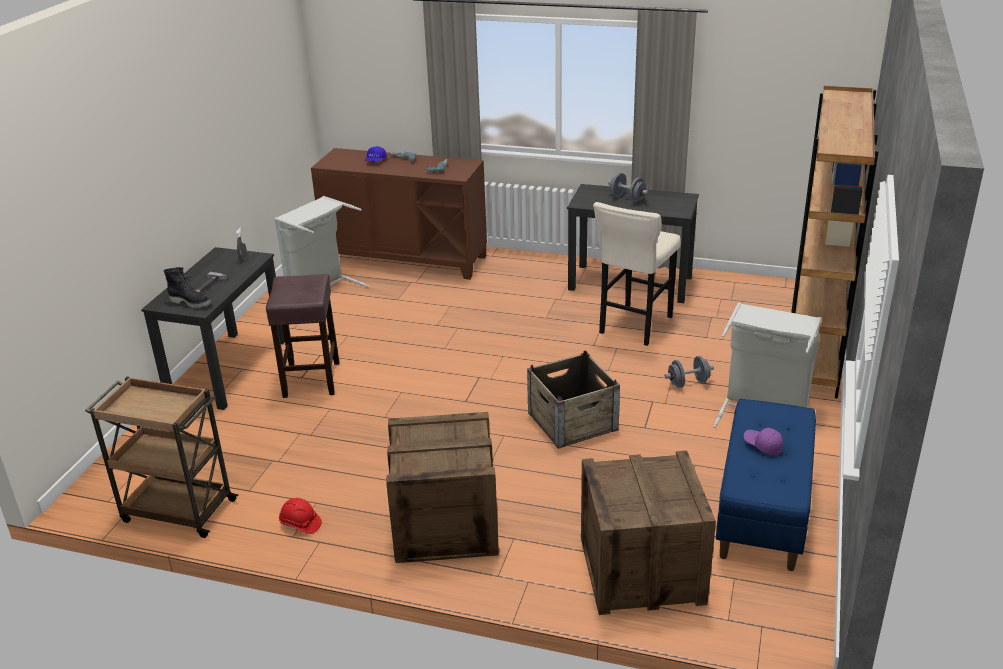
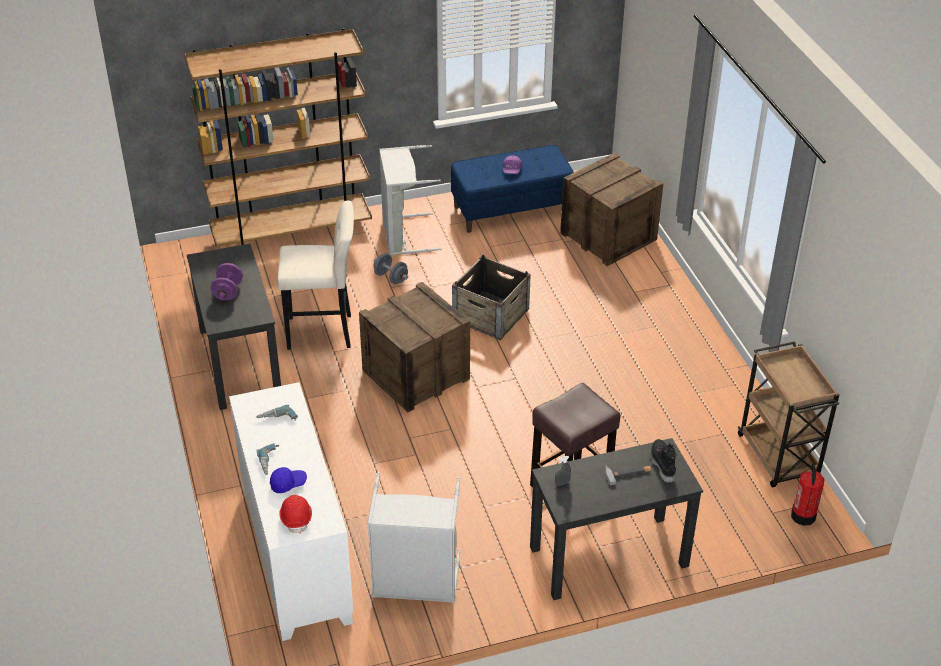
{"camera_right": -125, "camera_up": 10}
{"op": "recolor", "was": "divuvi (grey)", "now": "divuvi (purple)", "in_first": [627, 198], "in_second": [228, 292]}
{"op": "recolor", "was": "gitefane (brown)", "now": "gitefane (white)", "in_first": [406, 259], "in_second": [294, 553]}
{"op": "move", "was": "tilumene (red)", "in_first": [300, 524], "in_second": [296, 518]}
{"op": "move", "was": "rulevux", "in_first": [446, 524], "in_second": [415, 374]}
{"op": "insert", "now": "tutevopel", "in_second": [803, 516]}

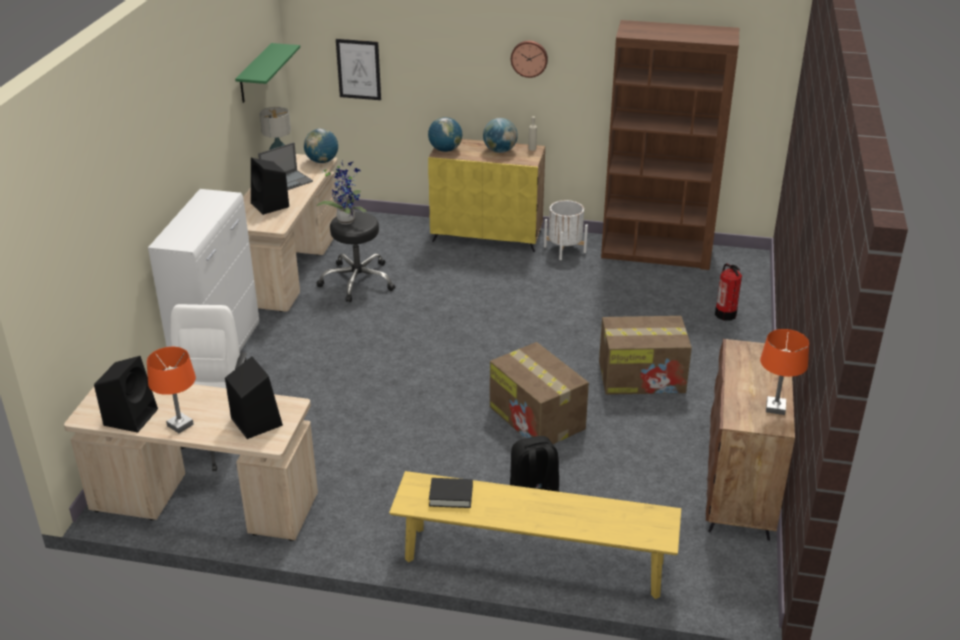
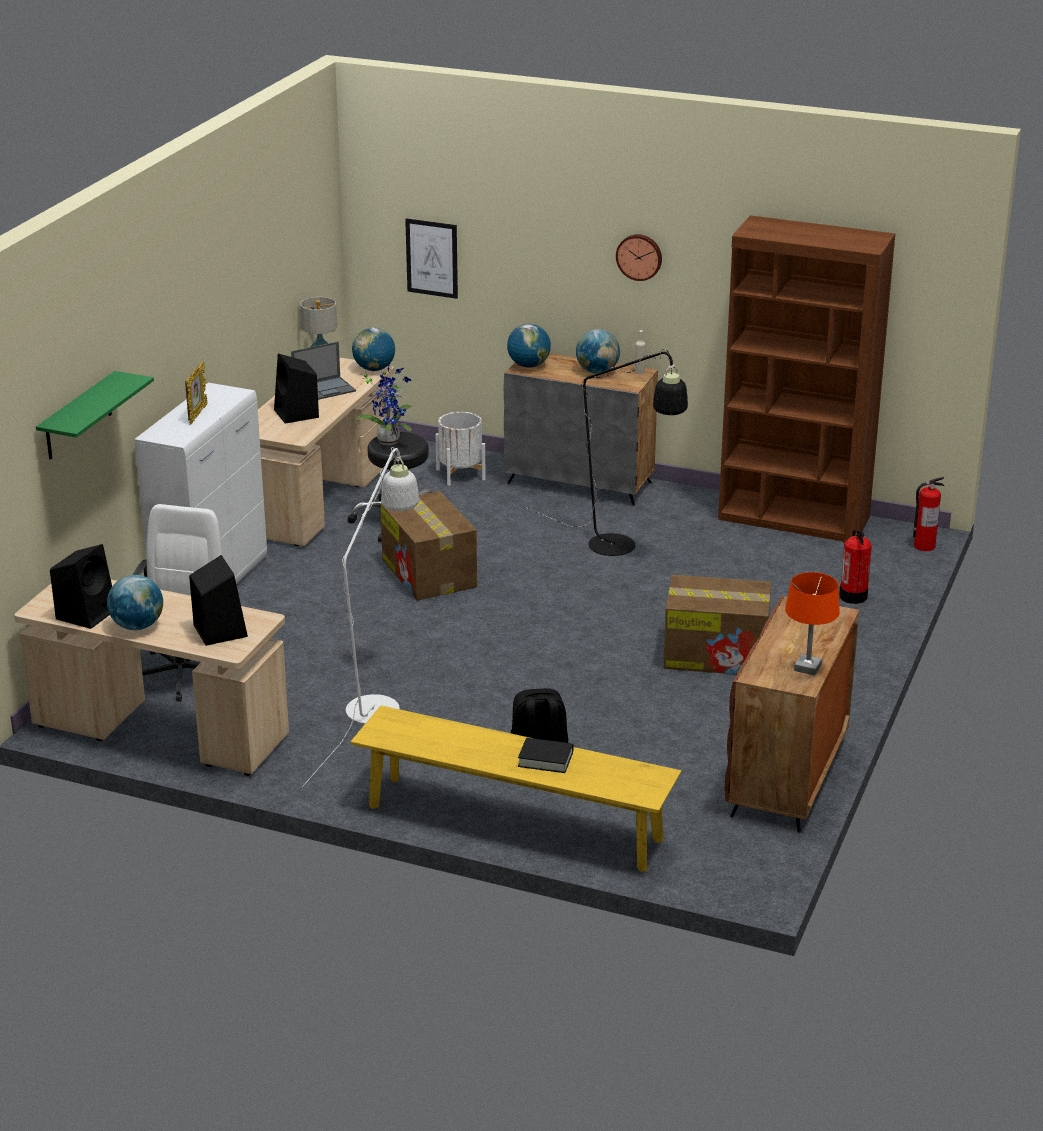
{"camera_right": 10, "camera_up": -5}
{"op": "move", "was": "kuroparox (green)", "in_first": [255, 74], "in_second": [78, 417]}
{"op": "replace", "was": "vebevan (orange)", "now": "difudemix", "in_first": [180, 425], "in_second": [137, 626]}
{"op": "insert", "now": "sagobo", "in_second": [197, 415]}
{"op": "insert", "now": "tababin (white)", "in_second": [378, 702]}
{"op": "move", "was": "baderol", "in_first": [538, 418], "in_second": [429, 574]}
{"op": "move", "was": "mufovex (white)", "in_first": [564, 249], "in_second": [460, 474]}
{"op": "recolor", "was": "gitefane (yellow)", "now": "gitefane (grey)", "in_first": [487, 236], "in_second": [580, 483]}
{"op": "insert", "now": "tababin (black)", "in_second": [622, 548]}
{"op": "move", "was": "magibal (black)", "in_first": [451, 496], "in_second": [545, 759]}
{"op": "insert", "now": "tutevopel", "in_second": [924, 546]}

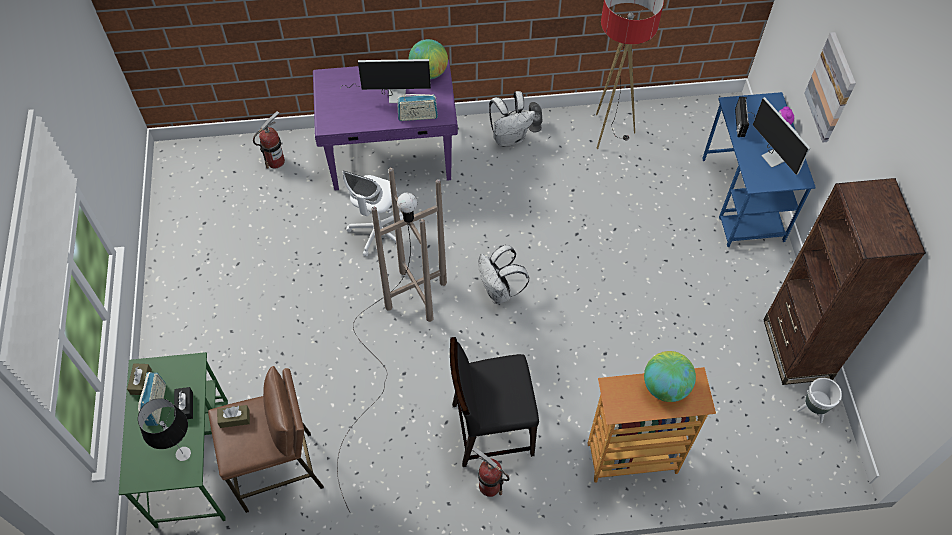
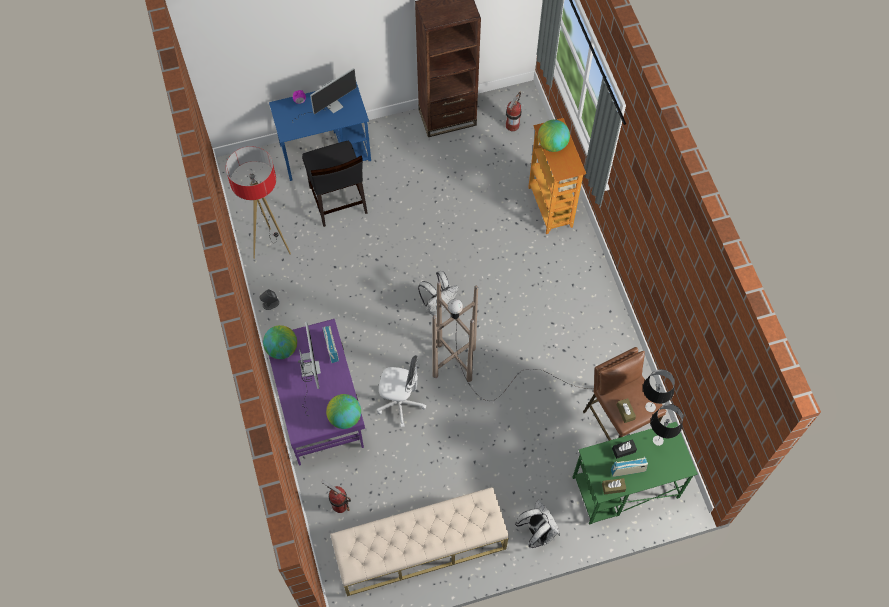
{"camera_right": -100, "camera_up": 5}
{"op": "move", "was": "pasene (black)", "in_first": [491, 429], "in_second": [338, 201]}
{"op": "insert", "now": "difudemix", "in_second": [345, 417]}
{"op": "insert", "now": "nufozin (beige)", "in_second": [420, 548]}
{"op": "move", "was": "tutevopel", "in_first": [489, 486], "in_second": [512, 125]}
{"op": "move", "was": "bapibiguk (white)", "in_first": [509, 138], "in_second": [537, 532]}
{"op": "insert", "now": "vebevan", "in_second": [650, 406]}
{"op": "delete", "was": "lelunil", "in_first": [738, 123]}
{"op": "delete", "was": "mufovex (white)", "in_first": [811, 410]}
{"op": "delete", "was": "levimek", "in_first": [831, 88]}

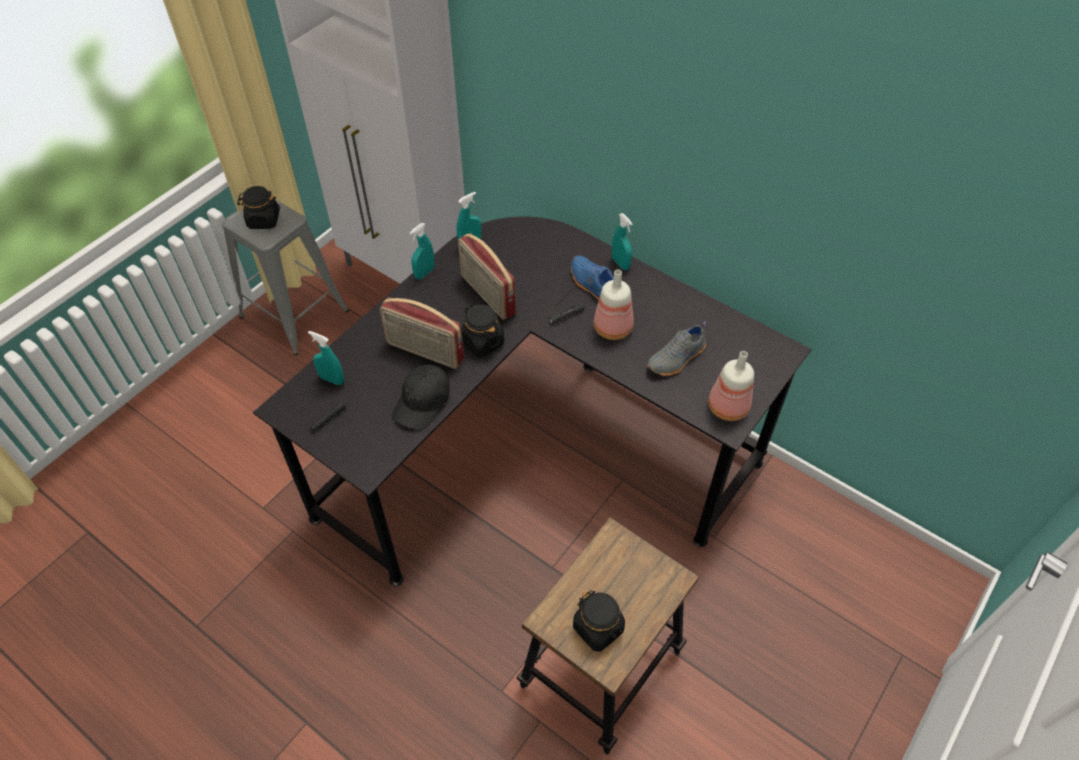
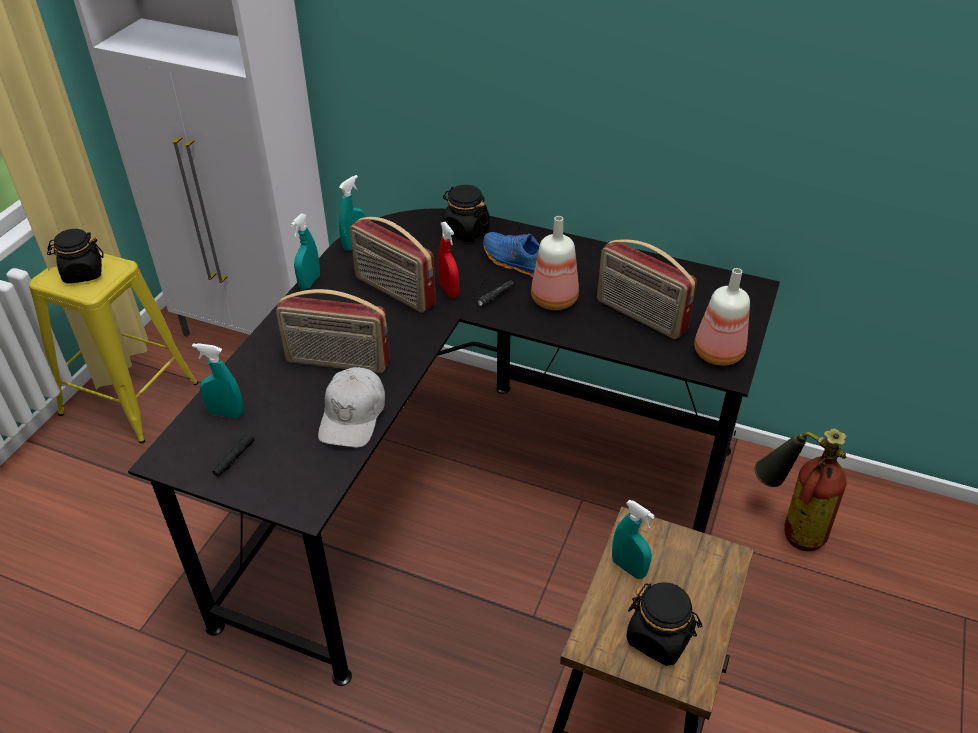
{"camera_right": -15, "camera_up": -10}
{"op": "recolor", "was": "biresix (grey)", "now": "biresix (yellow)", "in_first": [294, 313], "in_second": [129, 398]}
{"op": "recolor", "was": "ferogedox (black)", "now": "ferogedox (white)", "in_first": [423, 402], "in_second": [353, 416]}
{"op": "insert", "now": "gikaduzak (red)", "in_second": [449, 290]}
{"op": "move", "was": "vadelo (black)", "in_first": [482, 342], "in_second": [465, 231]}
{"op": "replace", "was": "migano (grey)", "now": "lelunil", "in_first": [677, 359], "in_second": [639, 316]}
{"op": "move", "was": "gikaduzak (turquoise)", "in_first": [620, 263], "in_second": [628, 568]}
{"op": "insert", "now": "tutevopel", "in_second": [788, 526]}

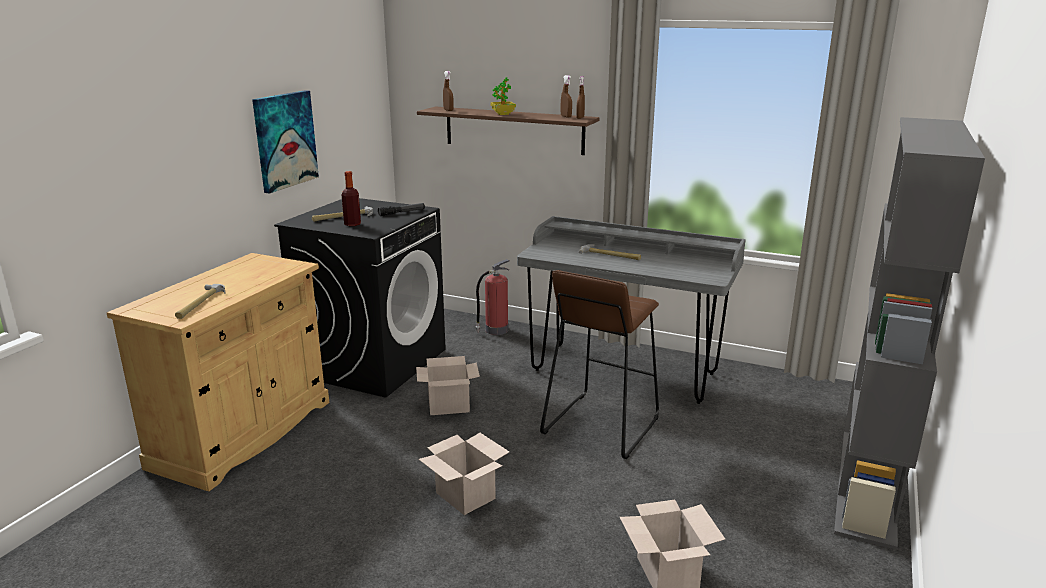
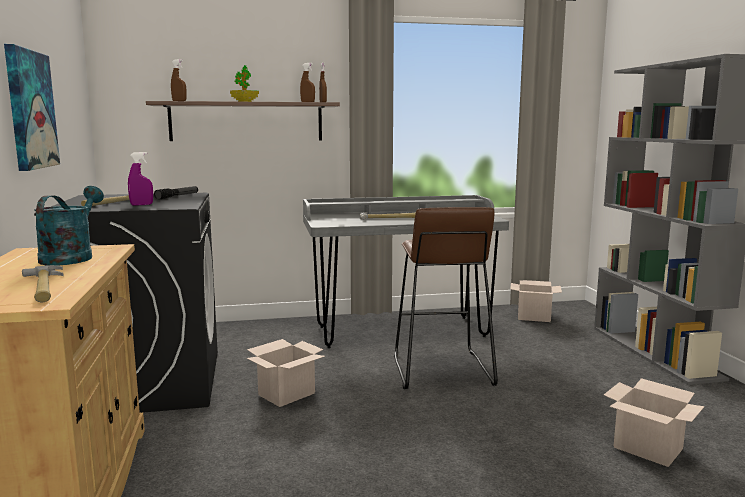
{"camera_right": -35, "camera_up": -10}
{"op": "insert", "now": "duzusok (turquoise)", "in_second": [71, 257]}
{"op": "replace", "was": "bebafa", "now": "gikaduzak (purple)", "in_first": [352, 224], "in_second": [141, 205]}
{"op": "move", "was": "baderol", "in_first": [467, 496], "in_second": [534, 316]}
{"op": "delete", "was": "tutevopel", "in_first": [495, 330]}

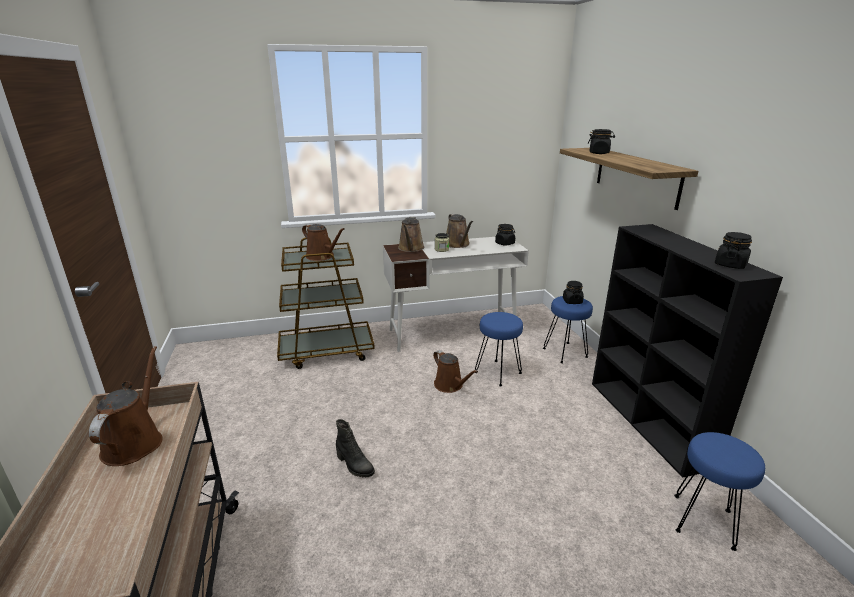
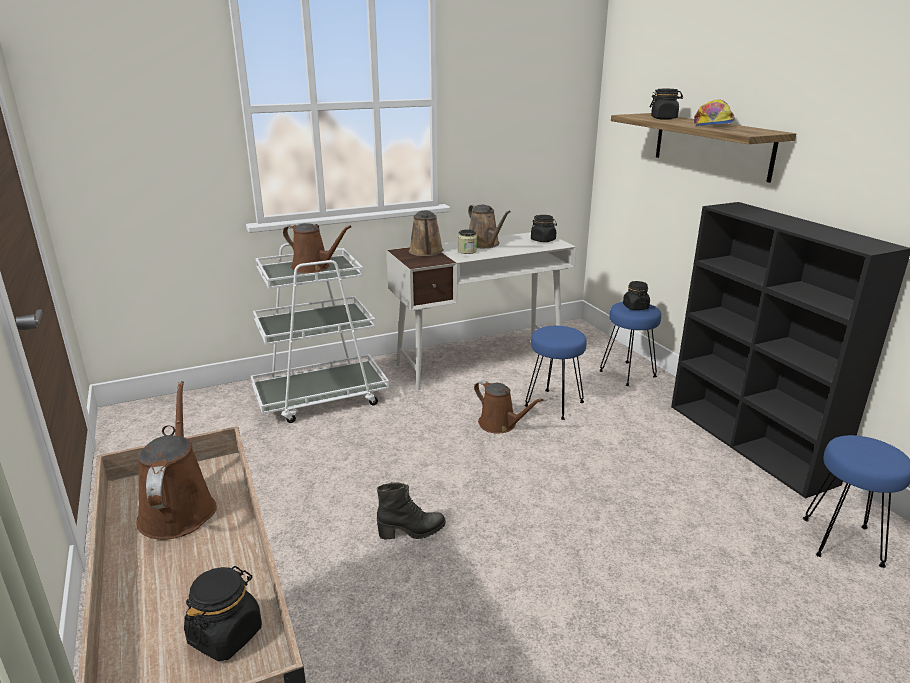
{"camera_right": -10, "camera_up": 0}
{"op": "move", "was": "vadelo (black)", "in_first": [730, 265], "in_second": [226, 635]}
{"op": "recolor", "was": "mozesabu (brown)", "now": "mozesabu (white)", "in_first": [327, 351], "in_second": [321, 398]}
{"op": "rotate", "was": "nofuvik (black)", "in_first": [354, 465], "in_second": [412, 532], "clockwise": -45}
{"op": "insert", "now": "ferogedox", "in_second": [713, 125]}

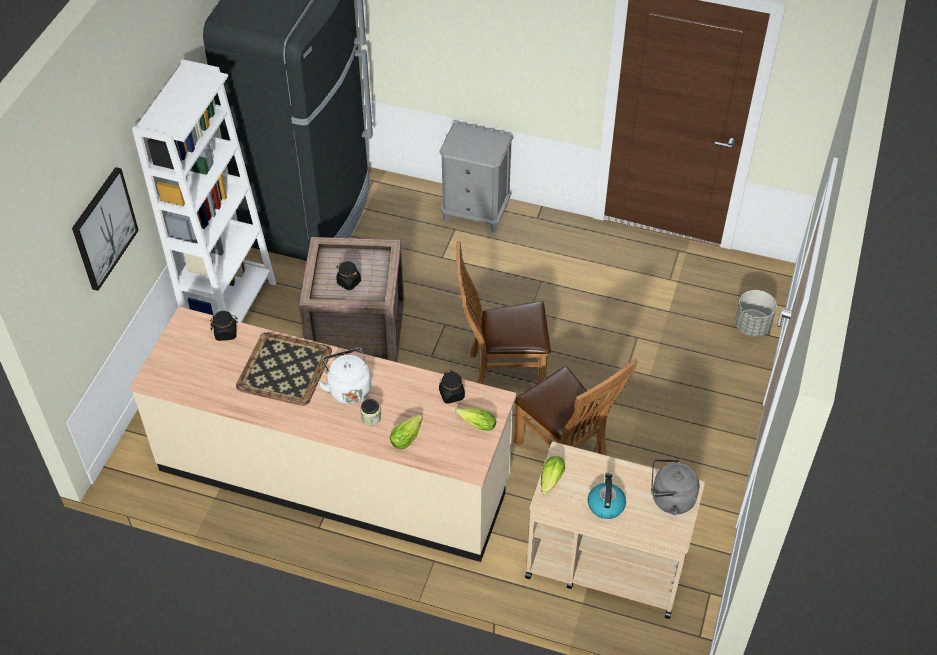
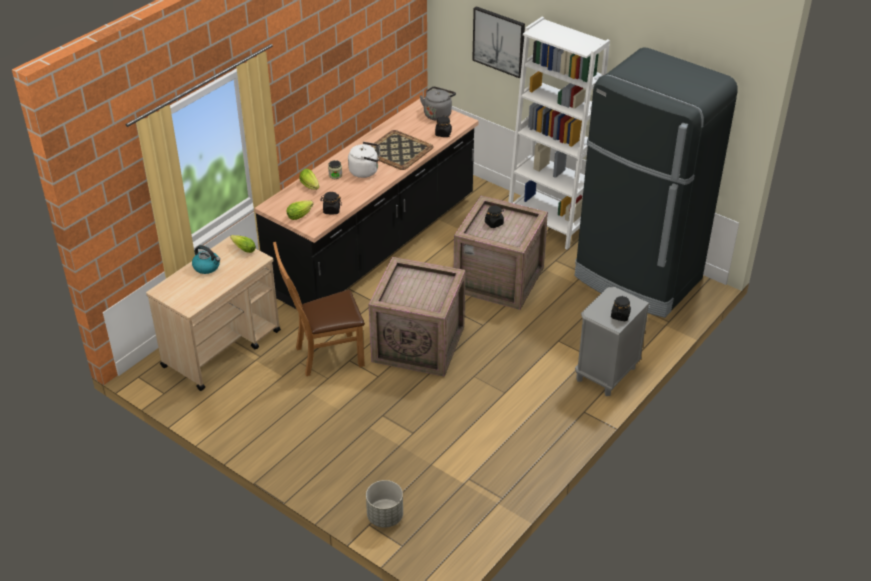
{"camera_right": 110, "camera_up": -10}
{"op": "recolor", "was": "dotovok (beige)", "now": "dotovok (black)", "in_first": [334, 474], "in_second": [375, 245]}
{"op": "replace", "was": "pasene (brown)", "now": "rulevux", "in_first": [501, 371], "in_second": [420, 343]}
{"op": "move", "was": "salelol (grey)", "in_first": [670, 499], "in_second": [438, 114]}
{"op": "insert", "now": "vadelo (black)", "in_second": [620, 315]}

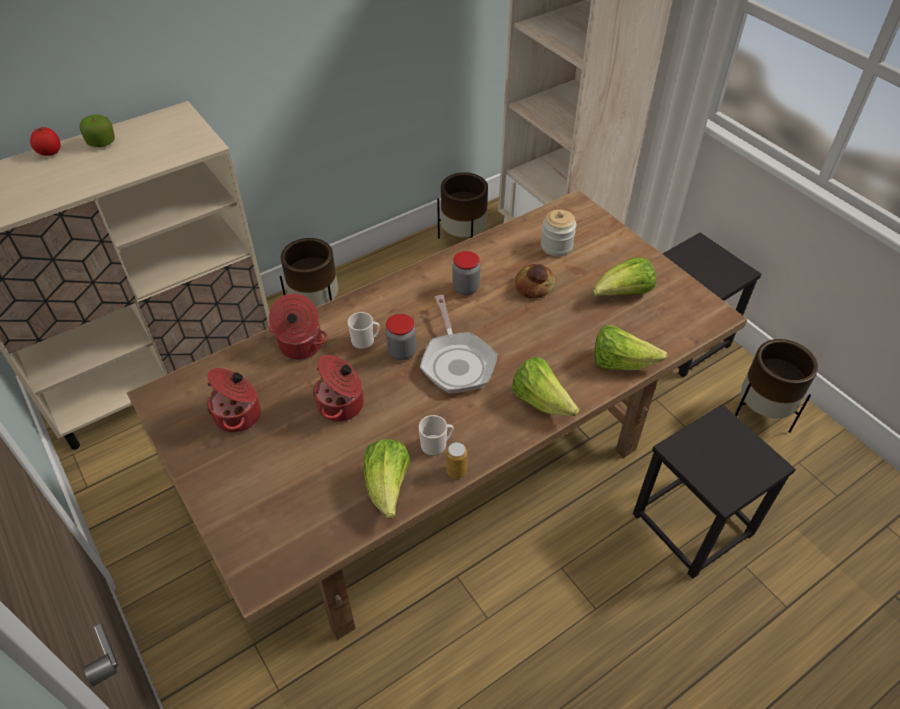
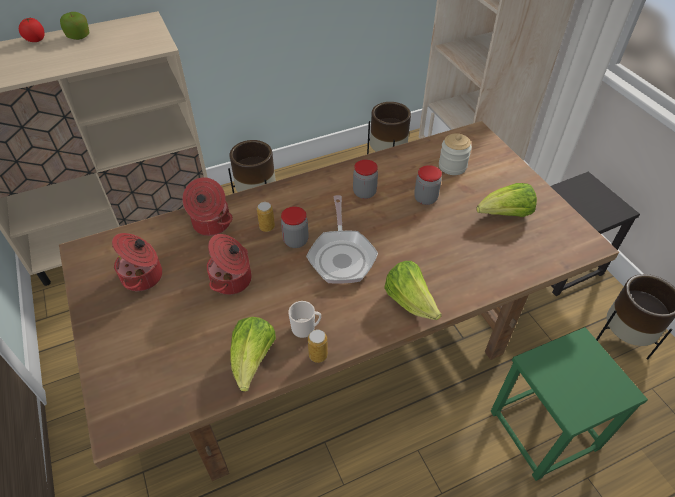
{"camera_right": 10, "camera_up": 0}
{"op": "replace", "was": "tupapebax", "now": "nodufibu", "in_first": [365, 341], "in_second": [267, 227]}
{"op": "replace", "was": "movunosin", "now": "vadelo", "in_first": [534, 286], "in_second": [425, 198]}
{"op": "recolor", "was": "biresix (black)", "now": "biresix (green)", "in_first": [693, 525], "in_second": [544, 430]}
{"op": "delete", "was": "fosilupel", "in_first": [620, 363]}

